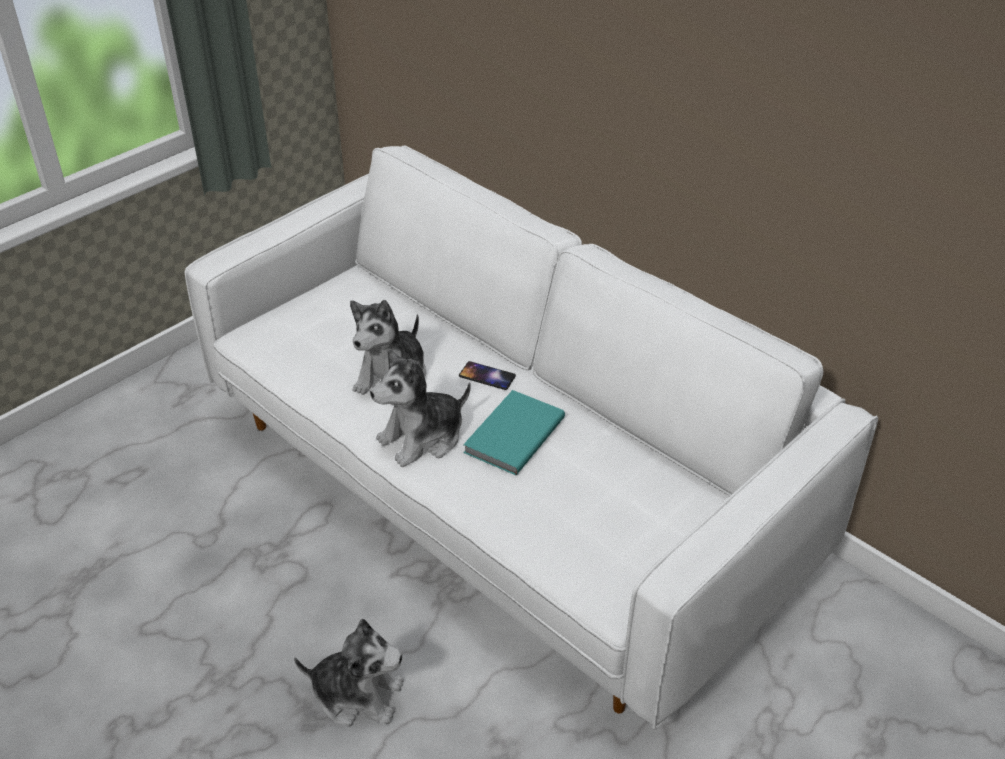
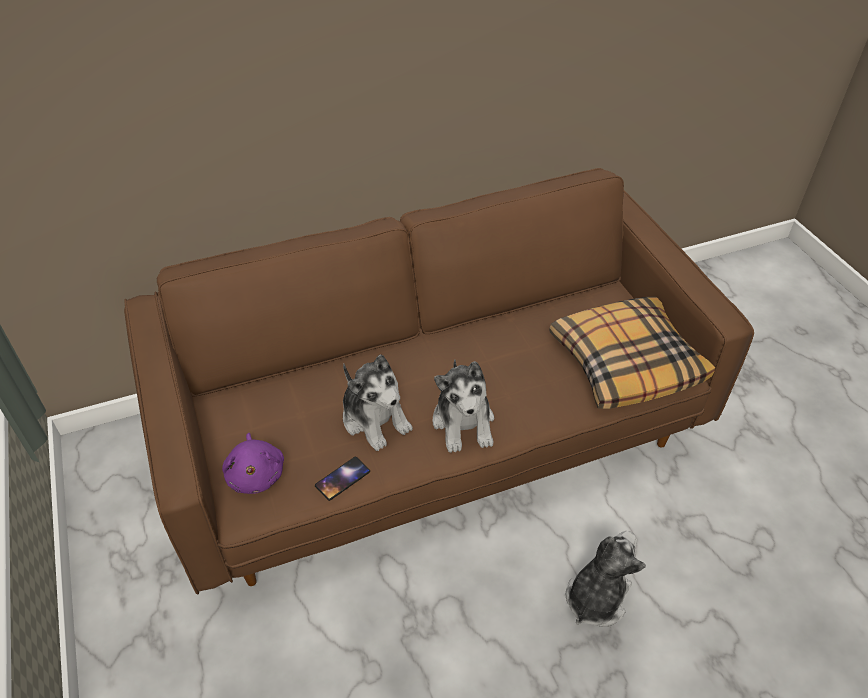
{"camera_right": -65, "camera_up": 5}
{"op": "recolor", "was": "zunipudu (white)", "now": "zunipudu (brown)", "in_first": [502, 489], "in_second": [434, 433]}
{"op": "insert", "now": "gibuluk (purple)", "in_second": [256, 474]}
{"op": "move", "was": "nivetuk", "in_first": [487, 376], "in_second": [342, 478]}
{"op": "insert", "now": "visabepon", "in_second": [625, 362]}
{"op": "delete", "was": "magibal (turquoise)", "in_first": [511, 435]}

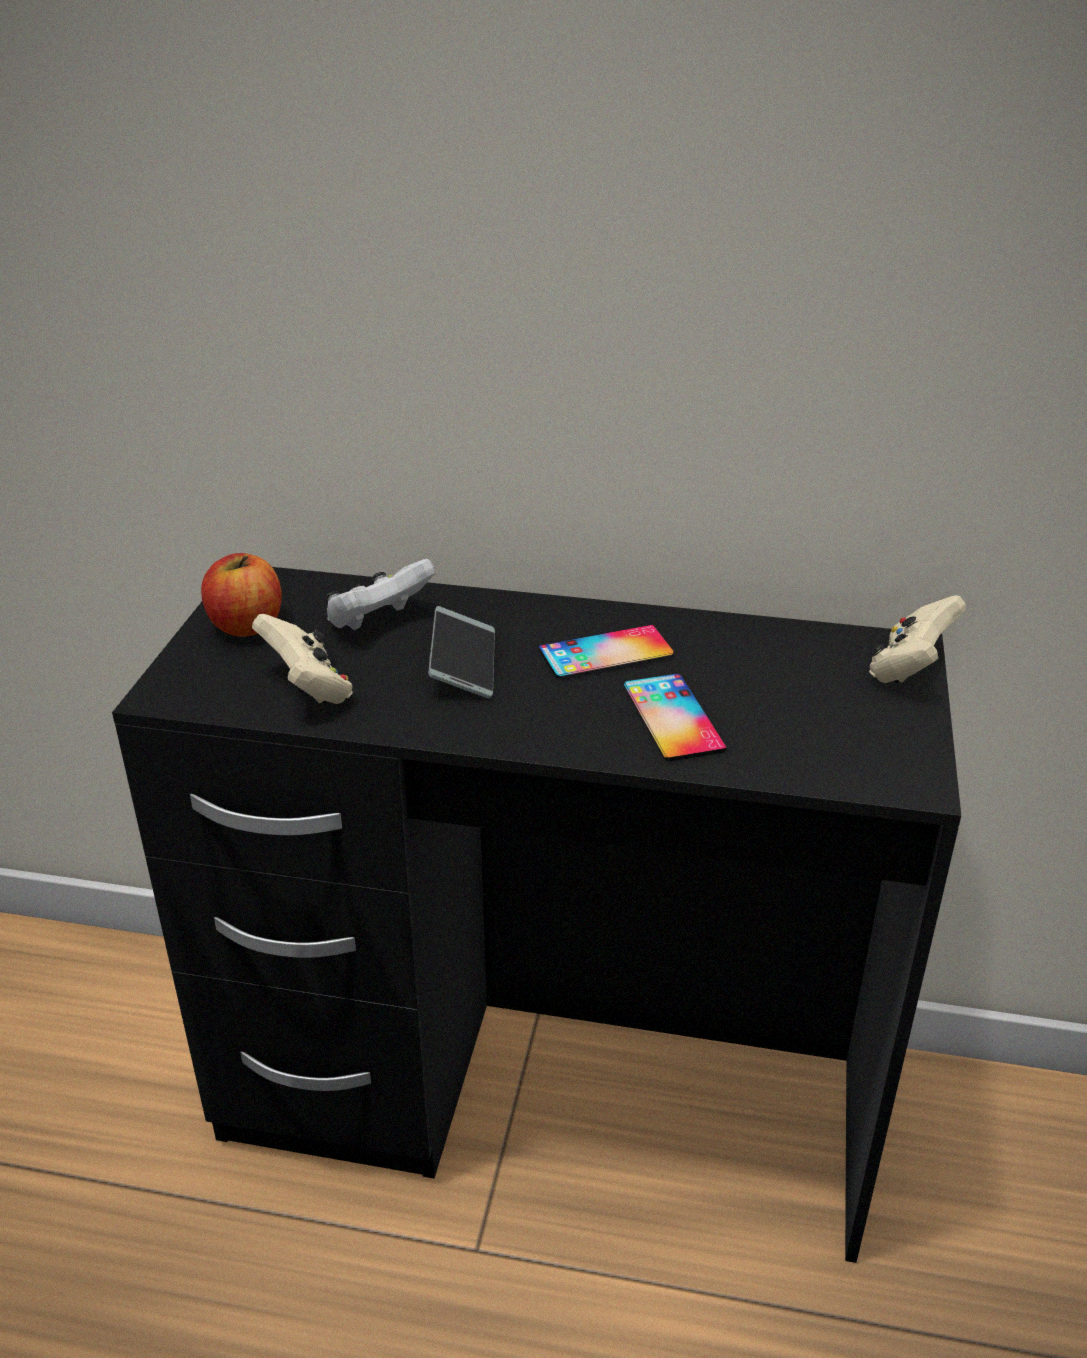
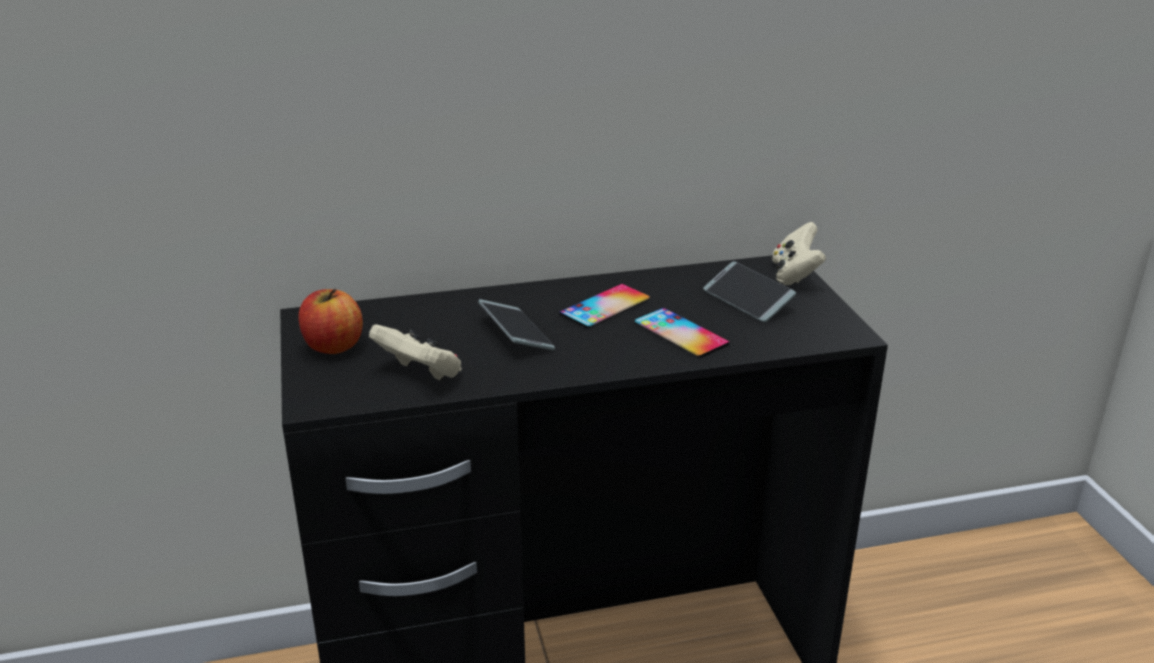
{"camera_right": -25, "camera_up": -5}
{"op": "insert", "now": "nivetuk", "in_second": [747, 300]}
{"op": "delete", "was": "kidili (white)", "in_first": [378, 621]}

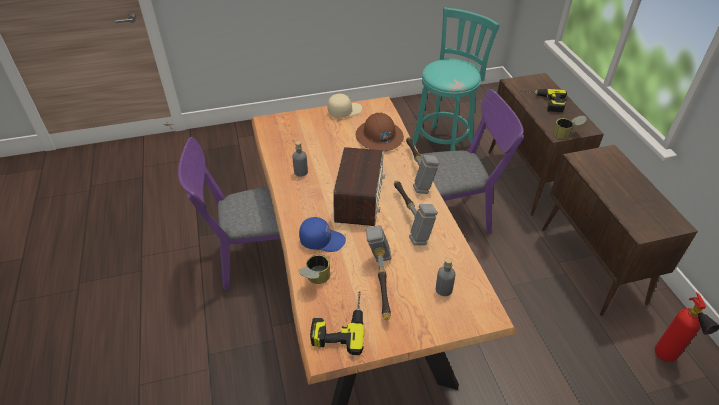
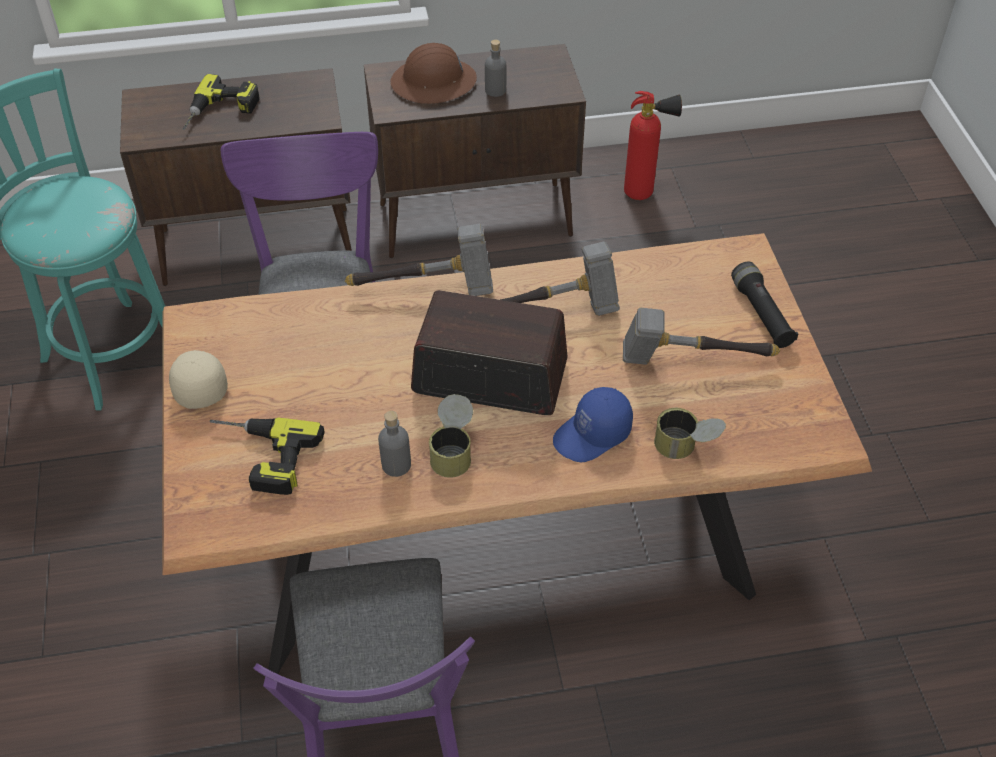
{"camera_right": -85, "camera_up": 5}
{"op": "move", "was": "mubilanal", "in_first": [339, 324], "in_second": [259, 457]}
{"op": "move", "was": "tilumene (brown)", "in_first": [379, 137], "in_second": [434, 83]}
{"op": "move", "was": "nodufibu", "in_first": [566, 134], "in_second": [453, 451]}
{"op": "move", "was": "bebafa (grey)", "in_first": [443, 289], "in_second": [495, 90]}
{"op": "rotate", "was": "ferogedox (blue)", "in_first": [322, 240], "in_second": [593, 435], "clockwise": -135}
{"op": "insert", "now": "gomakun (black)", "in_second": [761, 314]}

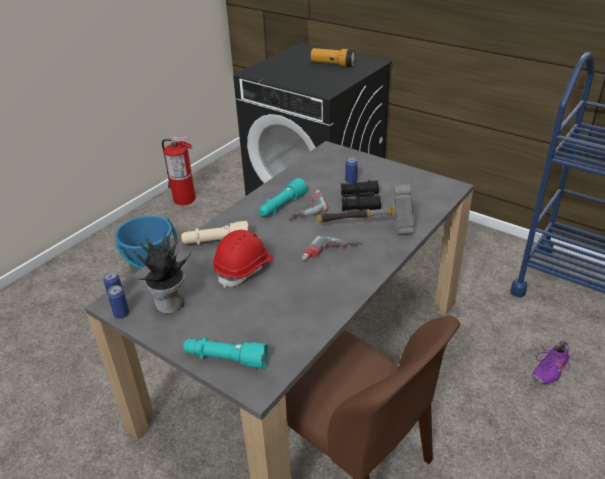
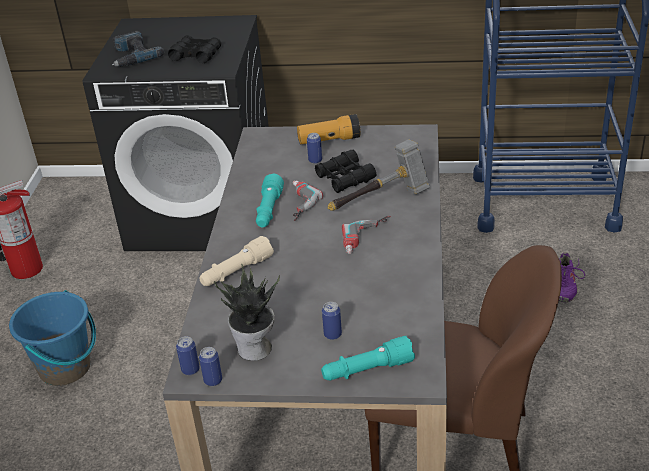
{"camera_right": -30, "camera_up": 0}
{"op": "insert", "now": "mubilanal", "in_second": [132, 56]}
{"op": "insert", "now": "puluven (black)", "in_second": [196, 55]}
{"op": "move", "was": "gomakun", "in_first": [333, 64], "in_second": [329, 140]}
{"op": "insert", "now": "nodufibu", "in_second": [332, 334]}
{"op": "delete", "was": "tilumene (red)", "in_first": [244, 268]}

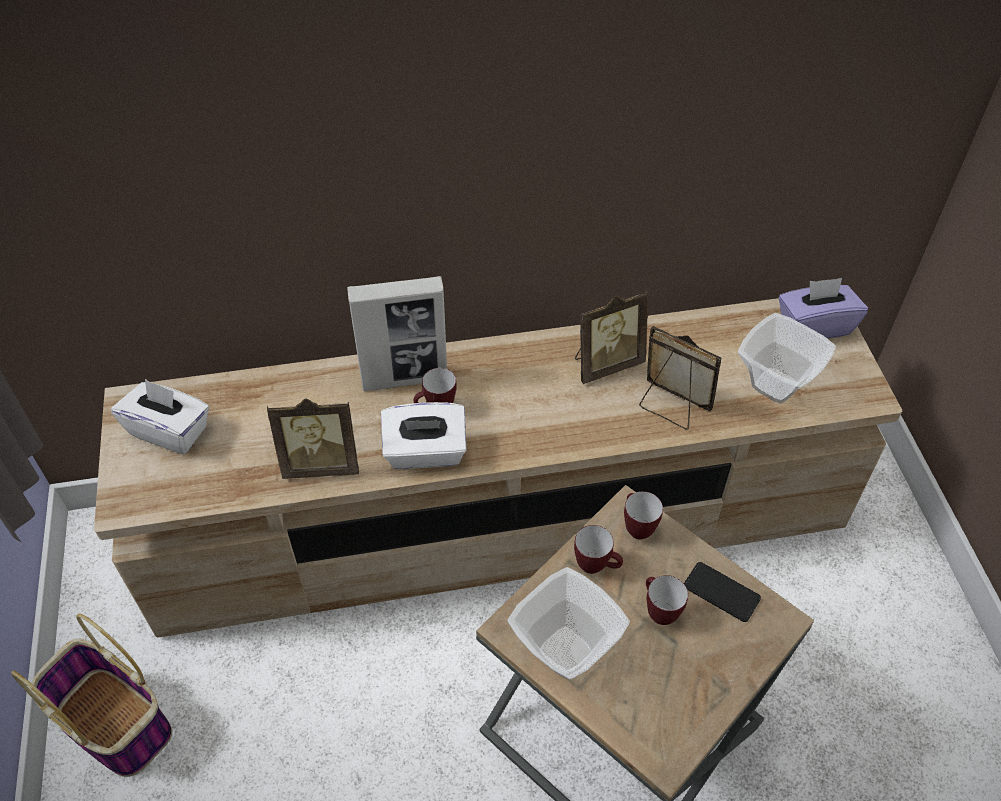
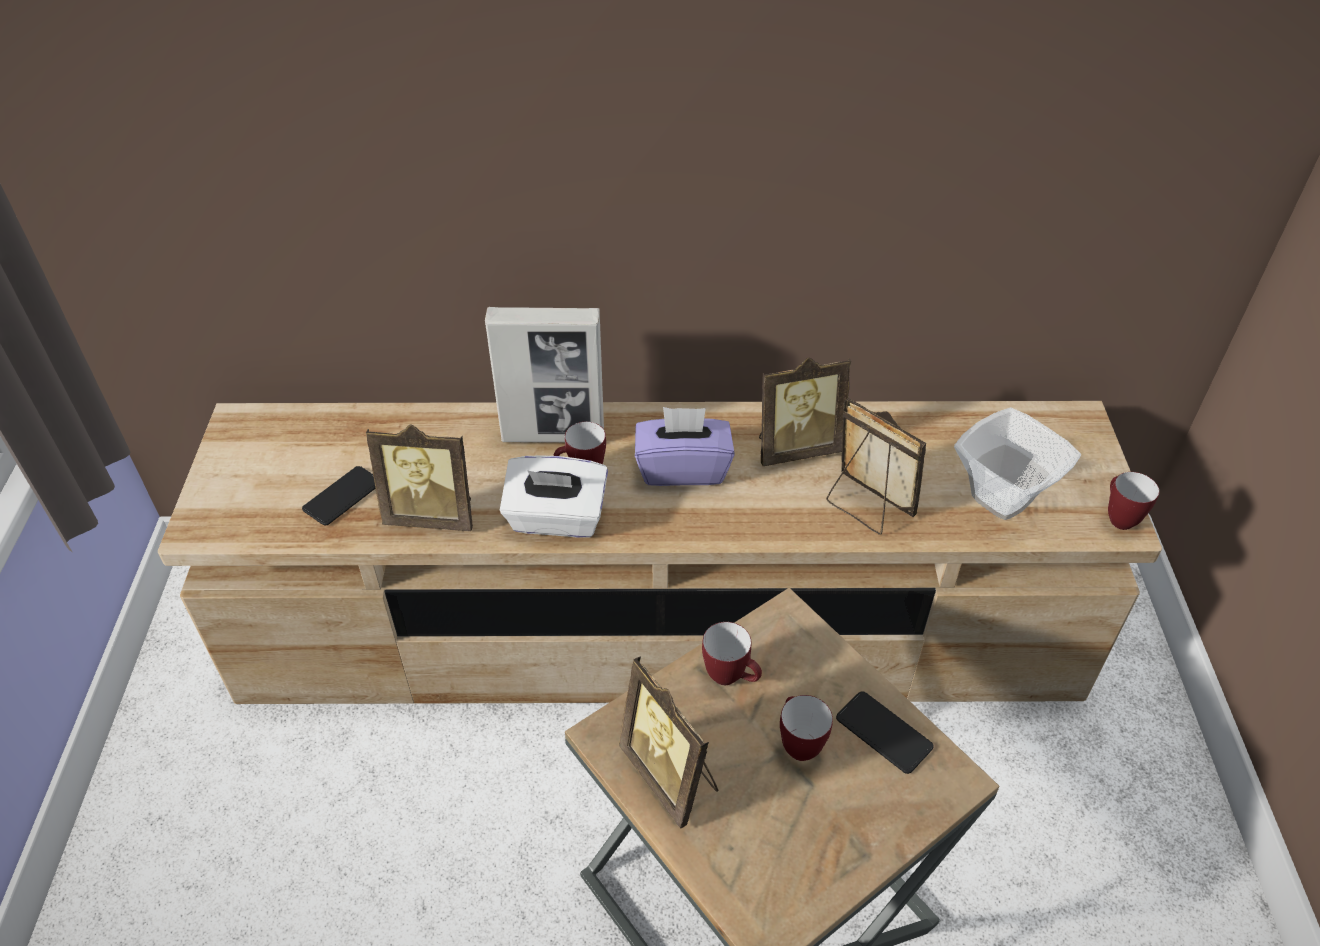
{"camera_right": 10, "camera_up": -5}
{"op": "insert", "now": "nivetuk", "in_second": [342, 496]}
{"op": "replace", "was": "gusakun", "now": "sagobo", "in_first": [567, 652], "in_second": [671, 775]}
{"op": "move", "was": "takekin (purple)", "in_first": [814, 326], "in_second": [683, 468]}
{"op": "move", "was": "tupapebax", "in_first": [636, 527], "in_second": [1117, 517]}
{"op": "delete", "was": "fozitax", "in_first": [113, 722]}
{"op": "delete", "was": "takekin (white)", "in_first": [170, 430]}

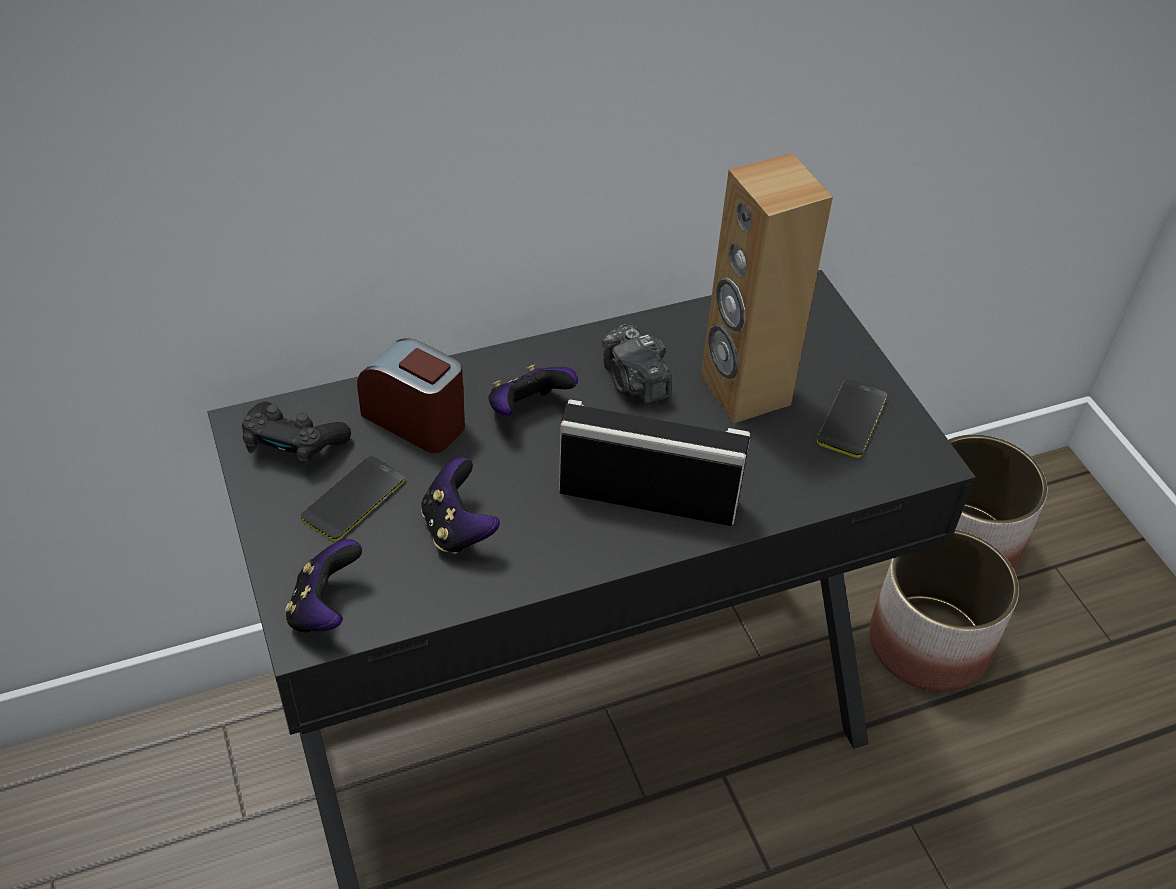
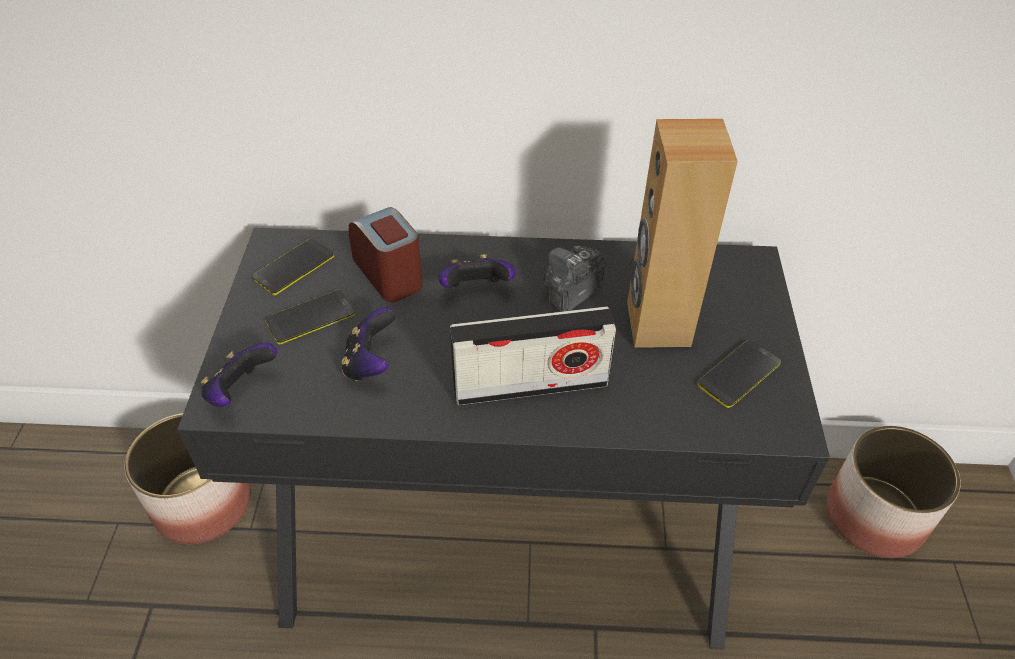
{"camera_right": 25, "camera_up": 0}
{"op": "move", "was": "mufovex", "in_first": [929, 642], "in_second": [204, 502]}
{"op": "replace", "was": "kidili (black)", "now": "nivetuk", "in_first": [293, 445], "in_second": [294, 267]}
{"op": "rotate", "was": "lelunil", "in_first": [648, 497], "in_second": [530, 384], "clockwise": 135}
{"op": "rotate", "was": "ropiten", "in_first": [635, 383], "in_second": [570, 293], "clockwise": 45}

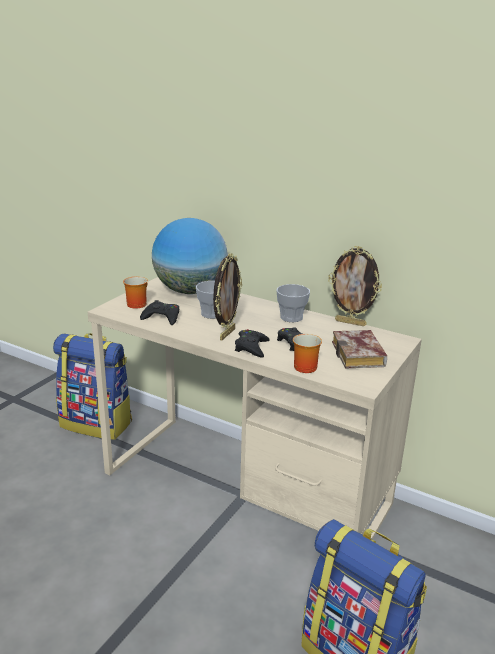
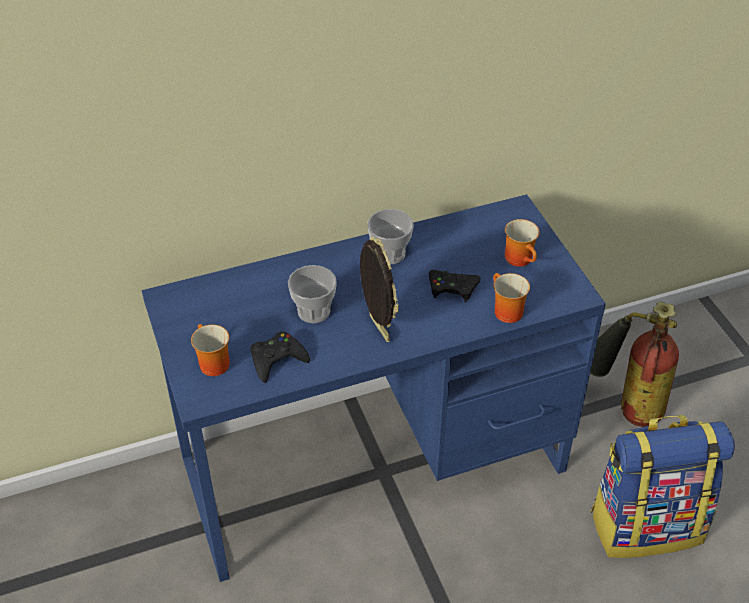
{"camera_right": -50, "camera_up": 20}
{"op": "recolor", "was": "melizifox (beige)", "now": "melizifox (blue)", "in_first": [245, 488], "in_second": [374, 464]}
{"op": "replace", "was": "magibal", "now": "tupapebax", "in_first": [360, 356], "in_second": [521, 259]}
{"op": "insert", "now": "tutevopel", "in_second": [622, 407]}
{"op": "delete", "was": "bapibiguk", "in_first": [97, 423]}
{"op": "delete", "was": "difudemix", "in_first": [190, 291]}
{"op": "delete", "was": "kidili (black)", "in_first": [251, 347]}
{"op": "delete", "was": "sagobo", "in_first": [350, 322]}

